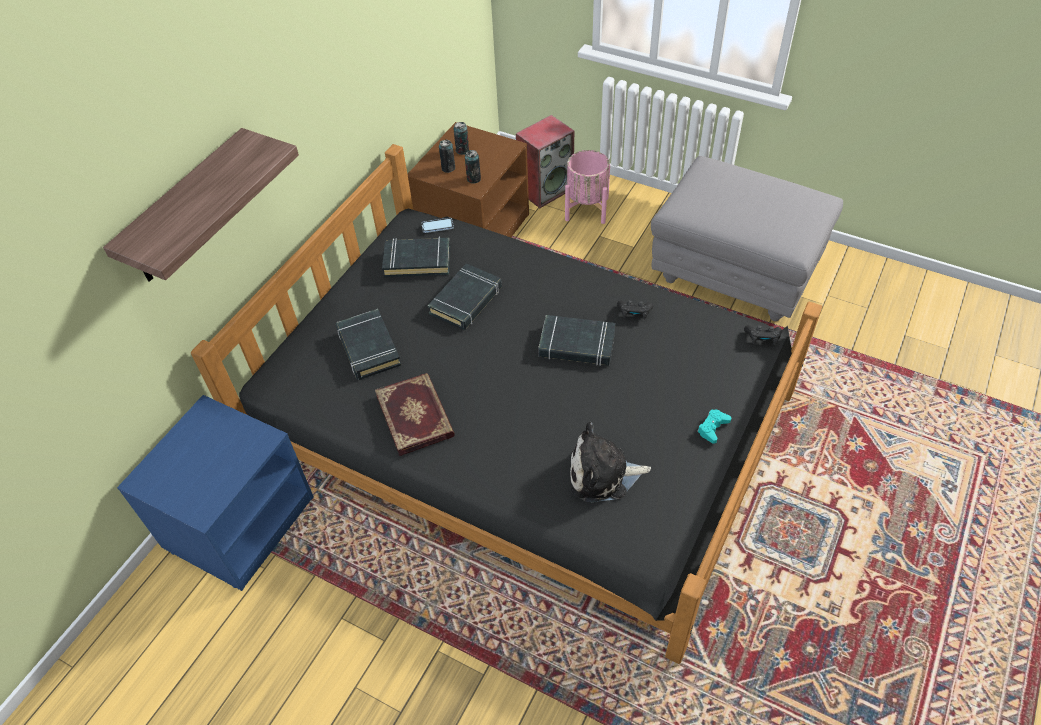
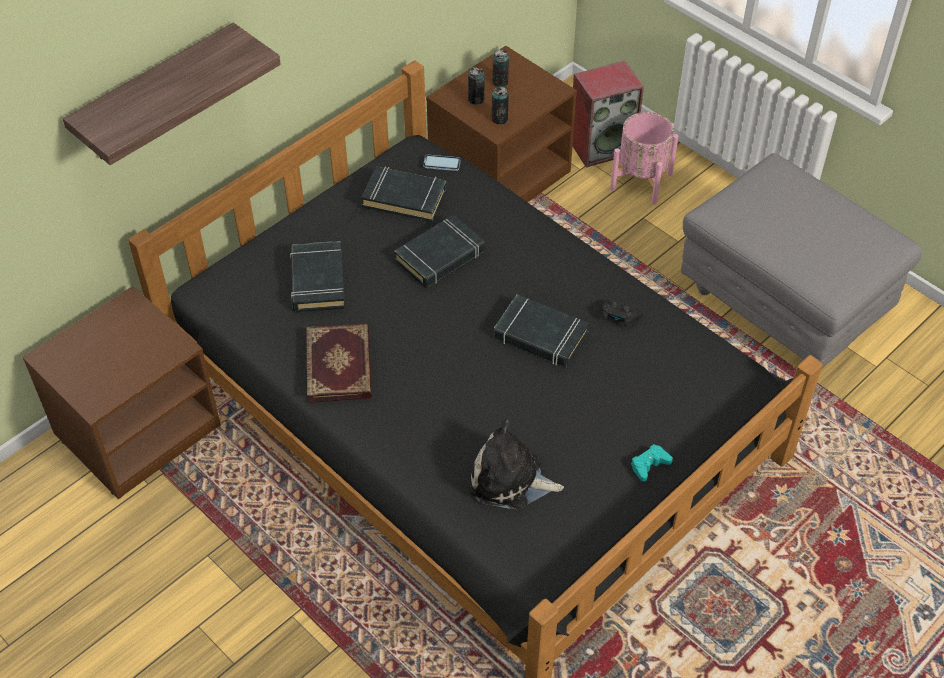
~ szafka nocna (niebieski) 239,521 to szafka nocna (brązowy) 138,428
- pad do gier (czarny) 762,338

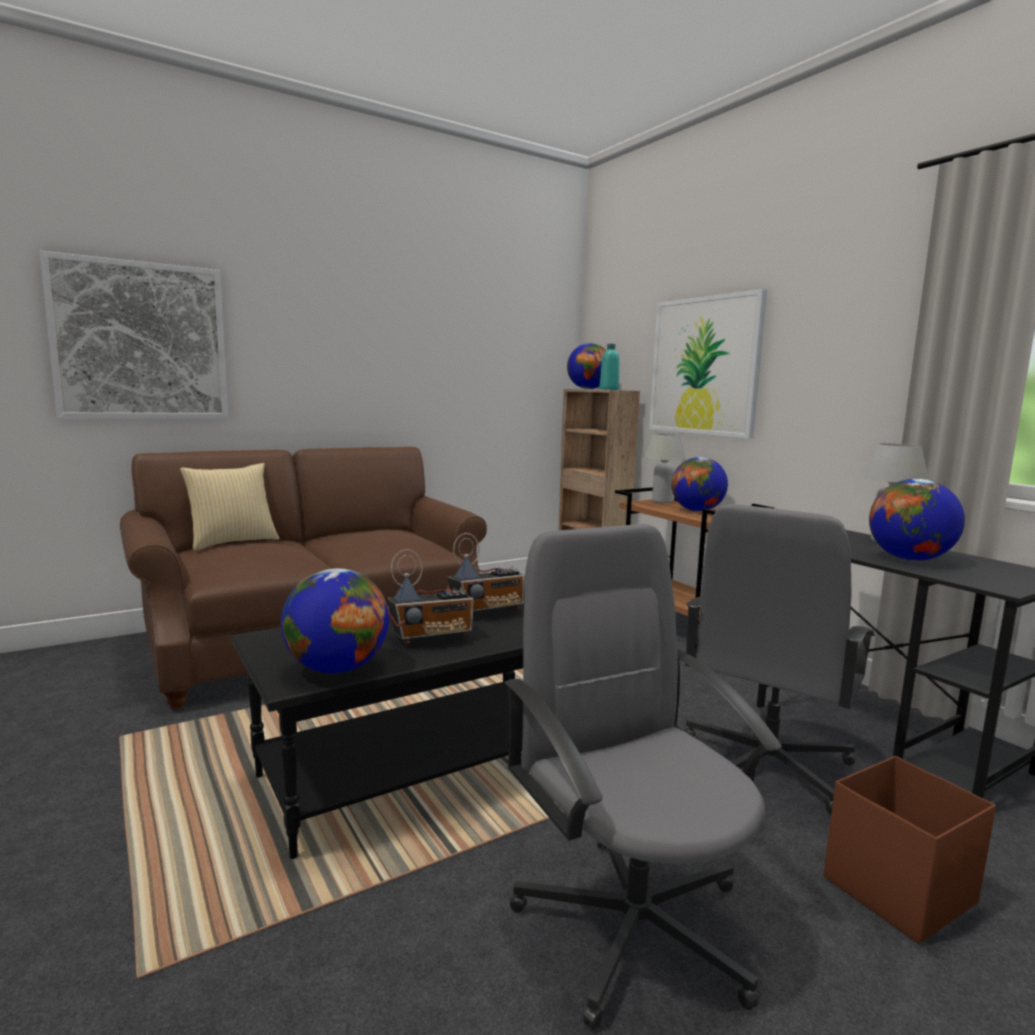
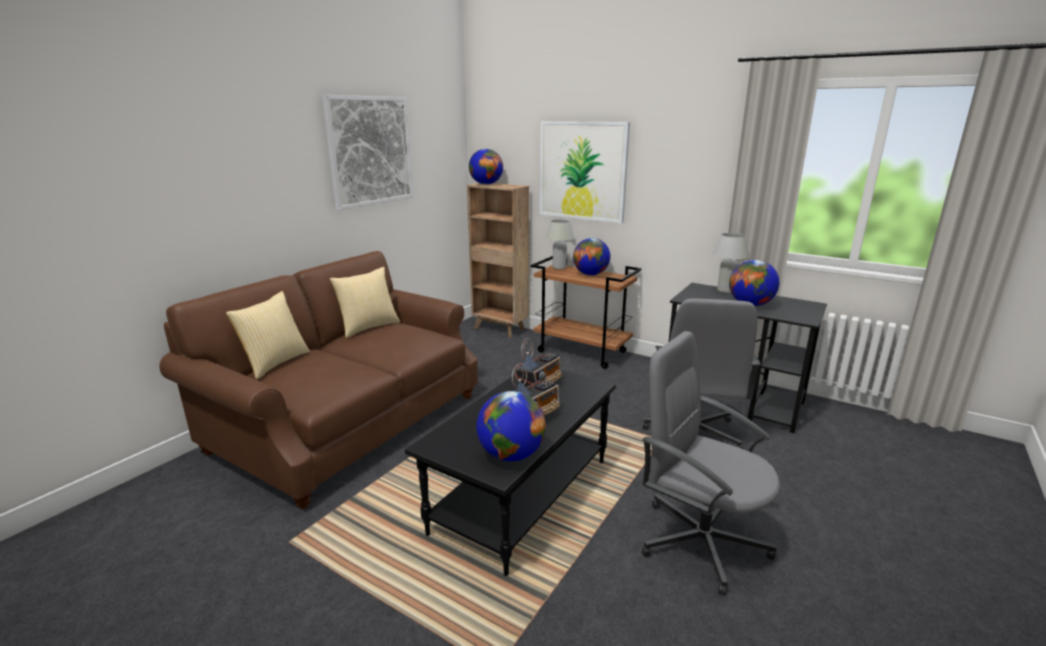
~ obraz 141,341 to 370,151
- butelka (turkusowy) 609,389
- pojemnik do przechowywania (brązowy) 896,891
+ poduszka 368,327

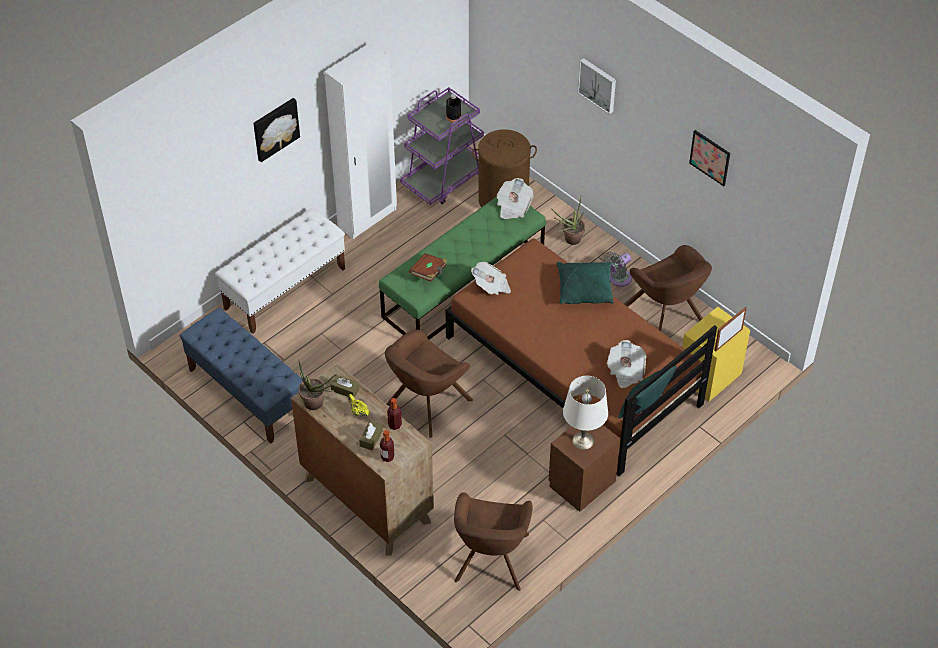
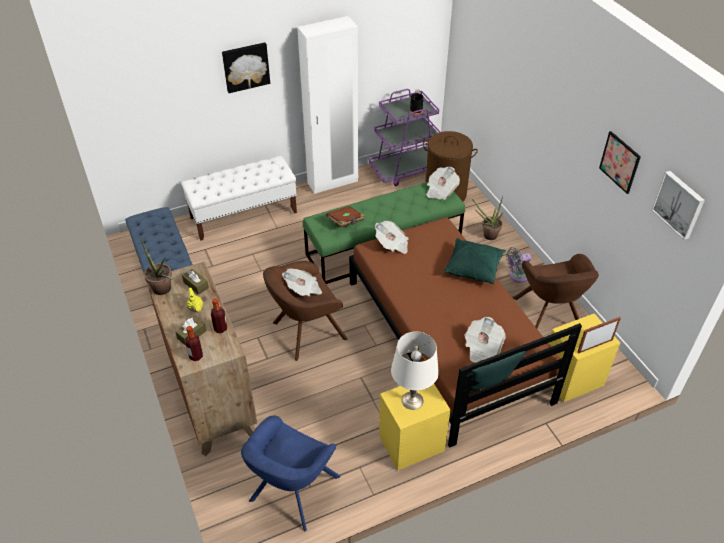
~ fotel (brązowy) 491,561 to fotel (niebieski) 292,492
~ szafka nocna (brązowy) 582,483 to szafka nocna (żółty) 411,443
~ obraz 598,85 to 679,204
+ gazeta 303,289

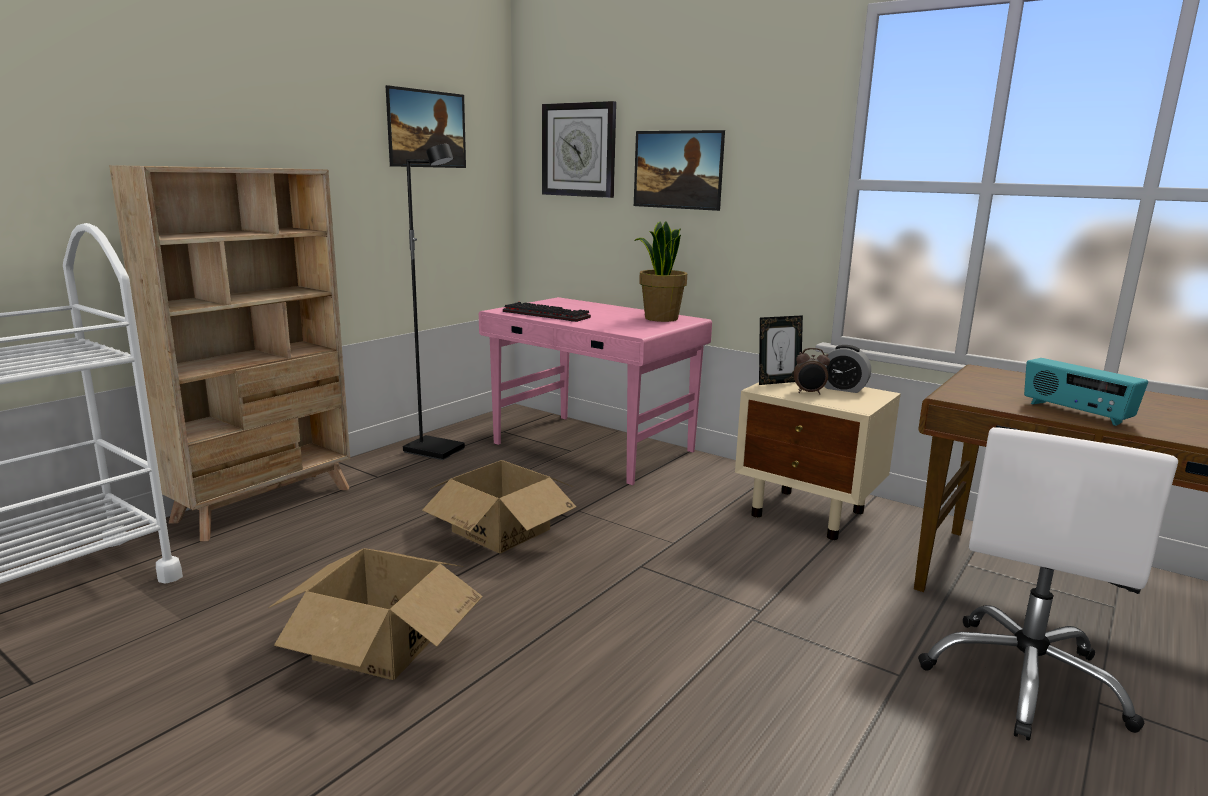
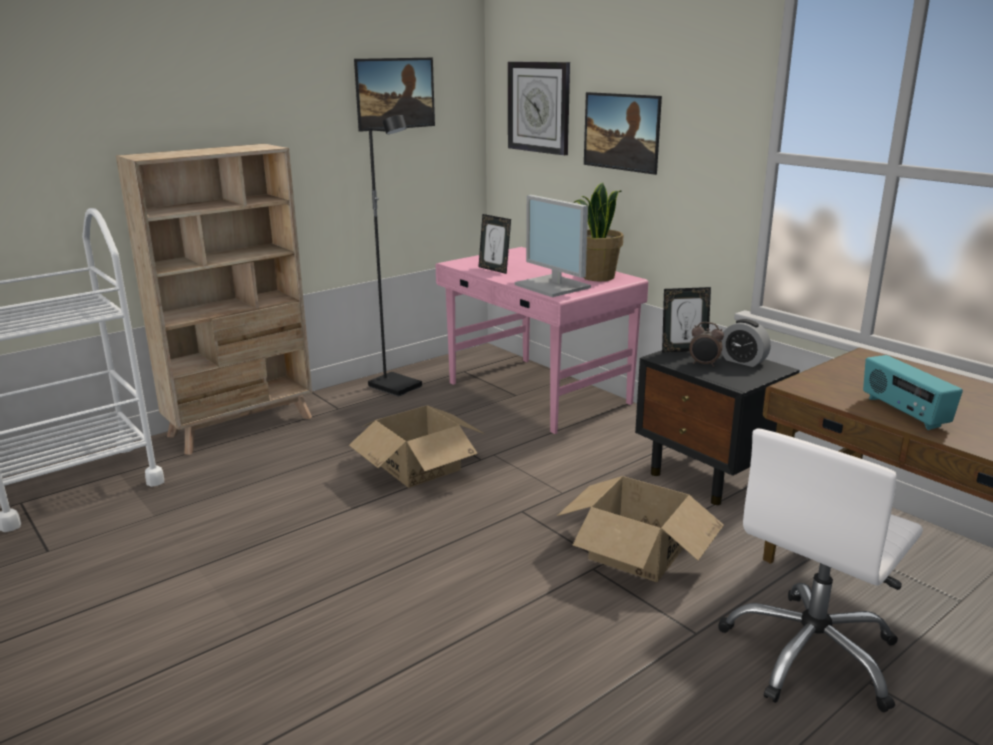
~ karton 380,642 to 637,551
~ klawiatura 548,315 to ramka na zdjęcie 494,269
~ szafka nocna (beżowy) 809,514 to szafka nocna (czarny) 708,477
+ monitor 554,286

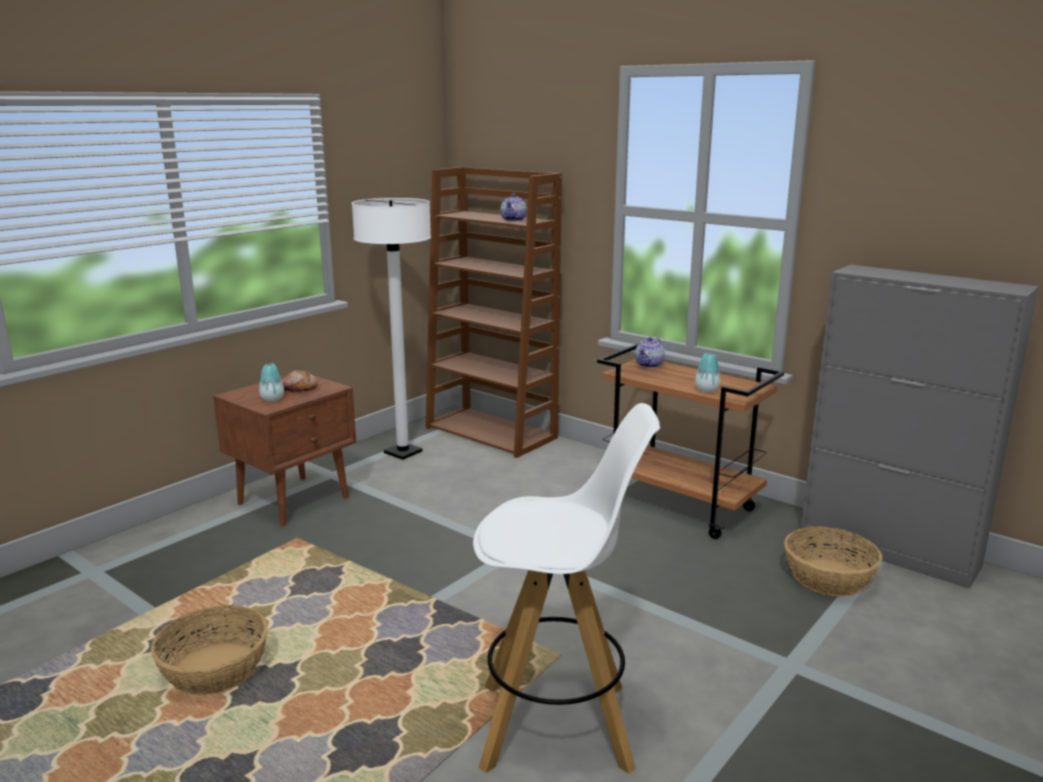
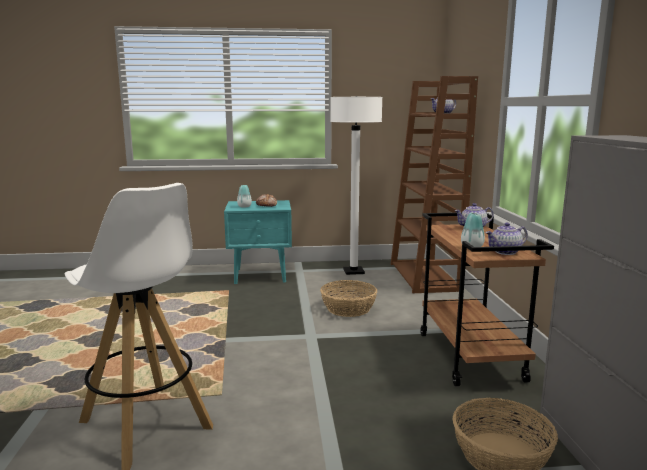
~ koszyk 215,669 to 349,308
~ szafka nocna (brązowy) 295,500 to szafka nocna (turkusowy) 261,275
+ imbryk 505,252

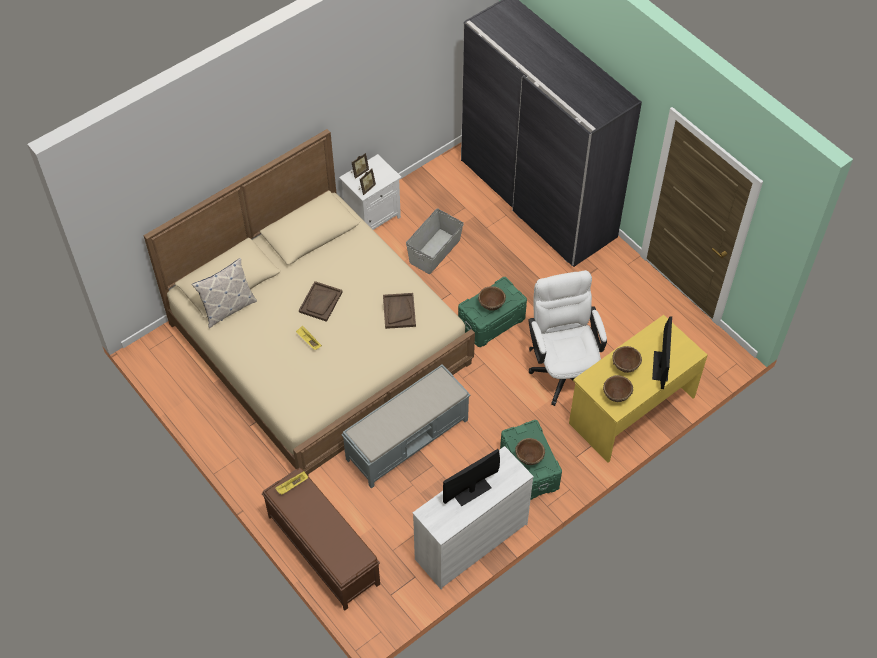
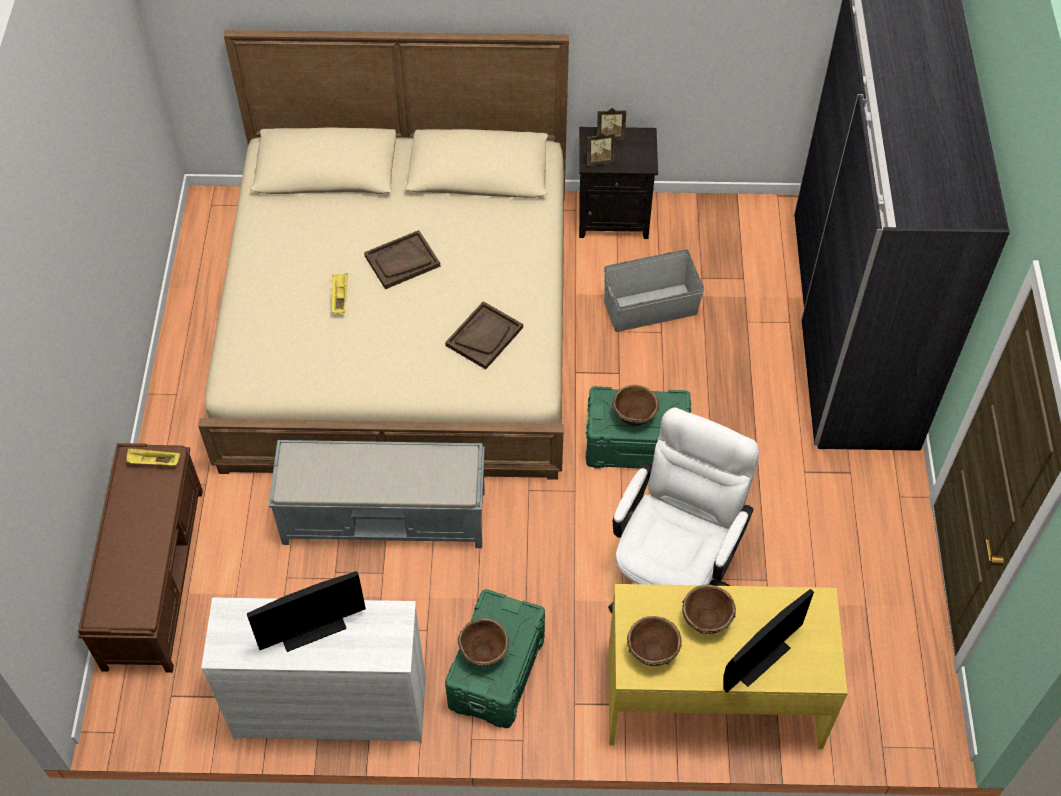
- poduszka 228,308
~ szafka nocna (biały) 373,216 to szafka nocna (czarny) 614,216
~ monitor 471,491 = 312,628 150 degrees clockwise

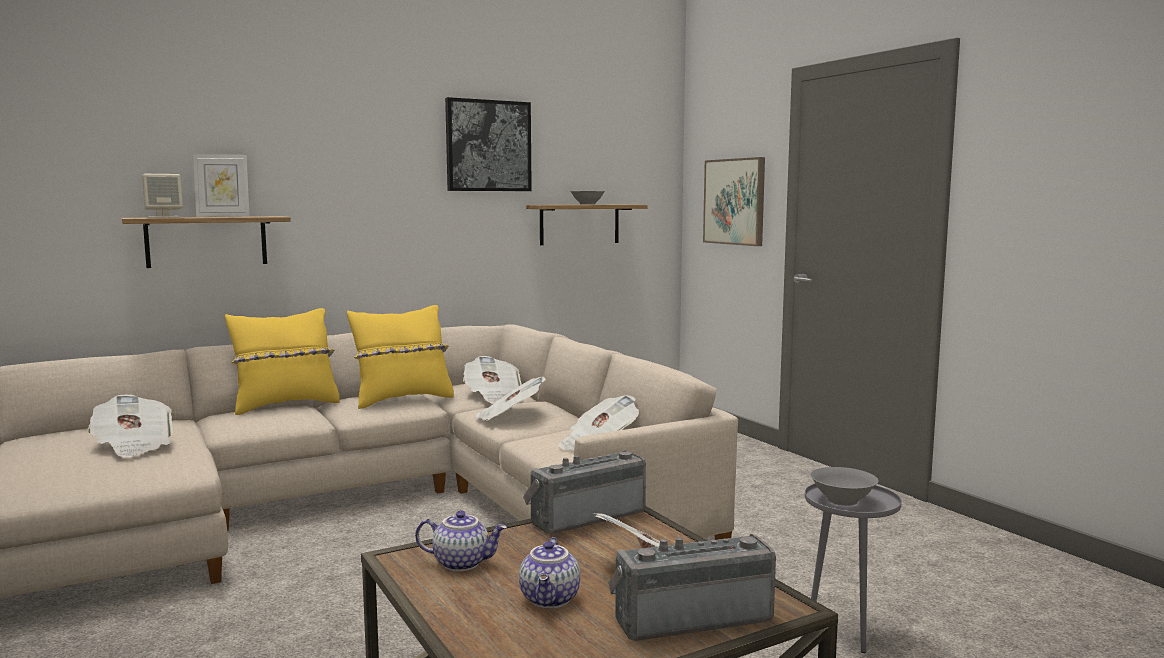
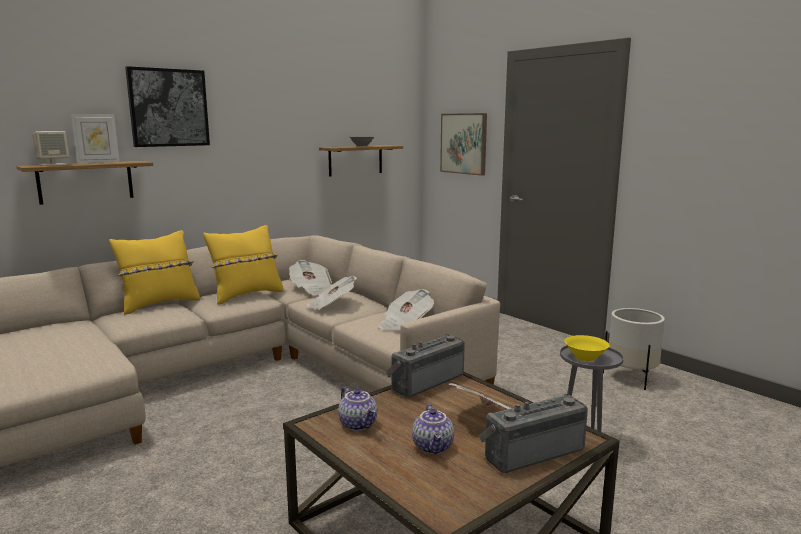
- gazeta 133,446
~ imbryk 462,563 = 359,424 60 degrees clockwise
~ obraz 488,146 to 168,108
~ miska (szary) 841,500 to miska (żółty) 585,357
+ donica (biały) 631,378

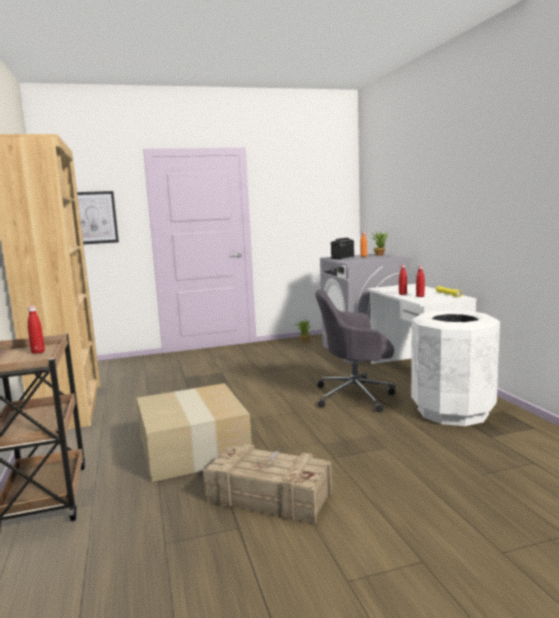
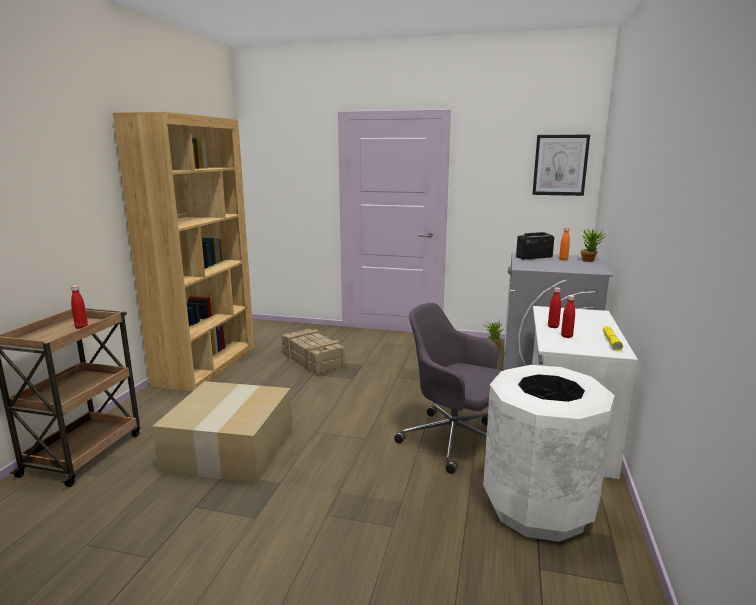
~ obraz 93,217 to 560,165
~ skrzynka 268,496 to 313,360

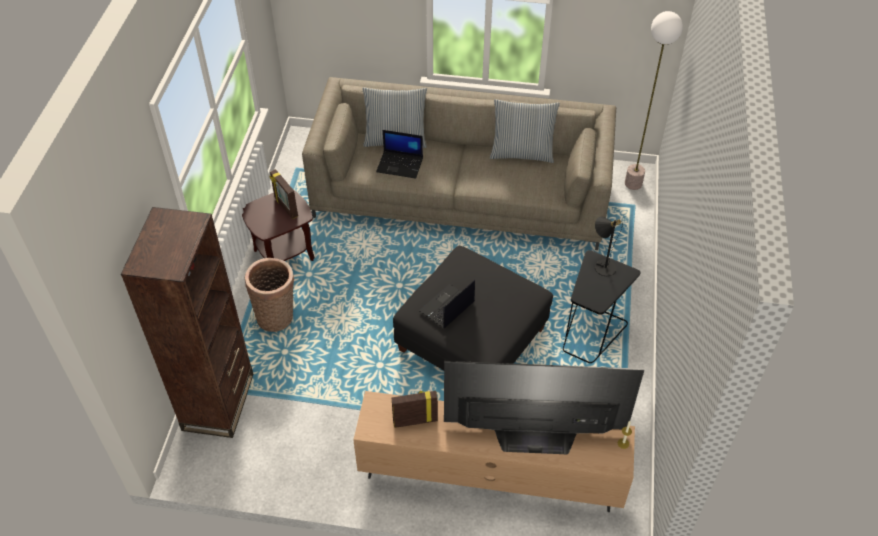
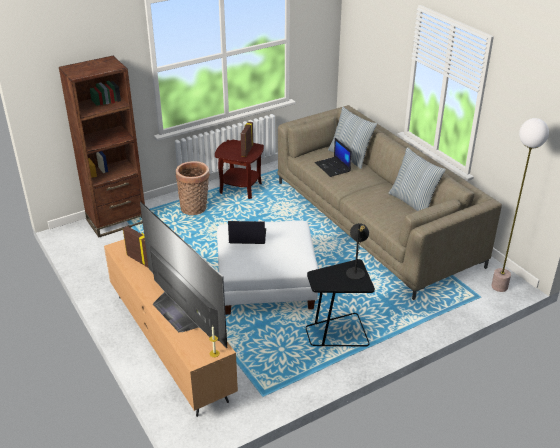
~ pufa (czarny) 472,340 to pufa (biały) 266,285

